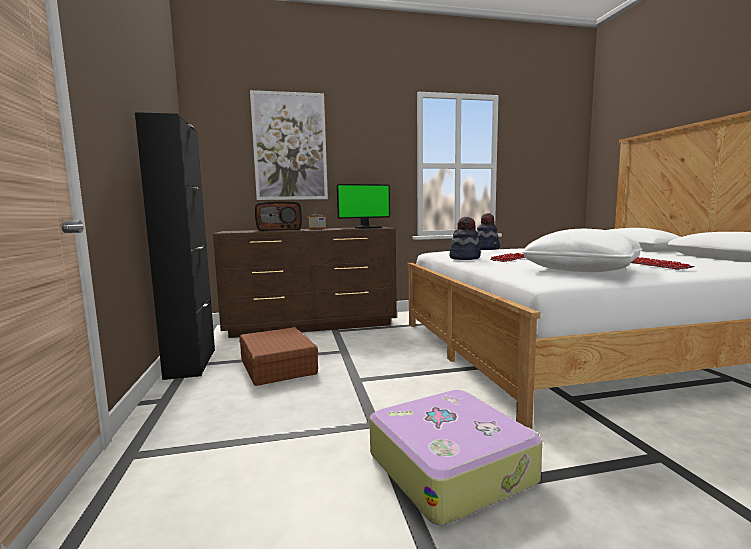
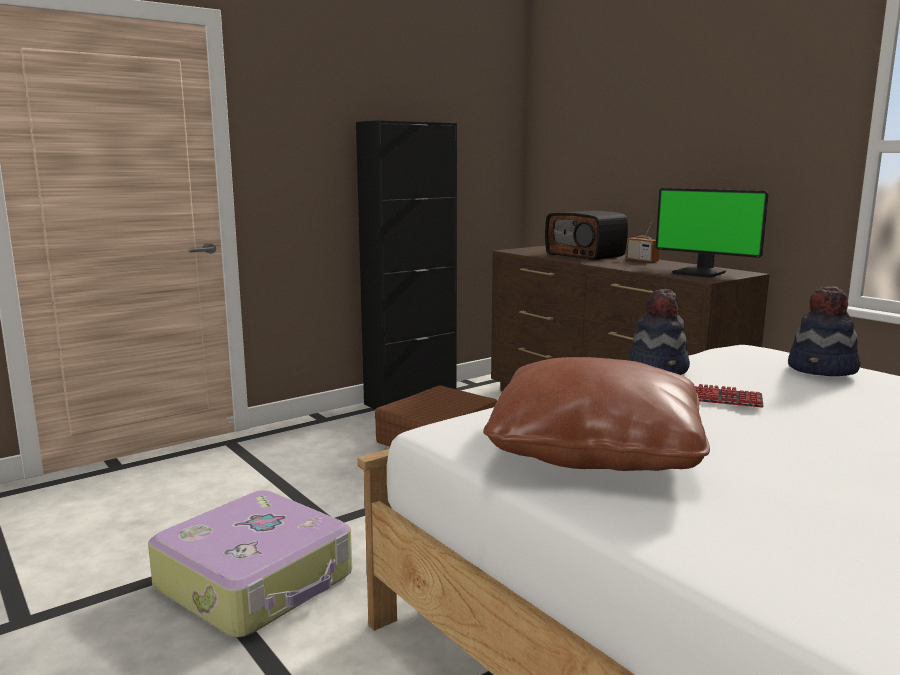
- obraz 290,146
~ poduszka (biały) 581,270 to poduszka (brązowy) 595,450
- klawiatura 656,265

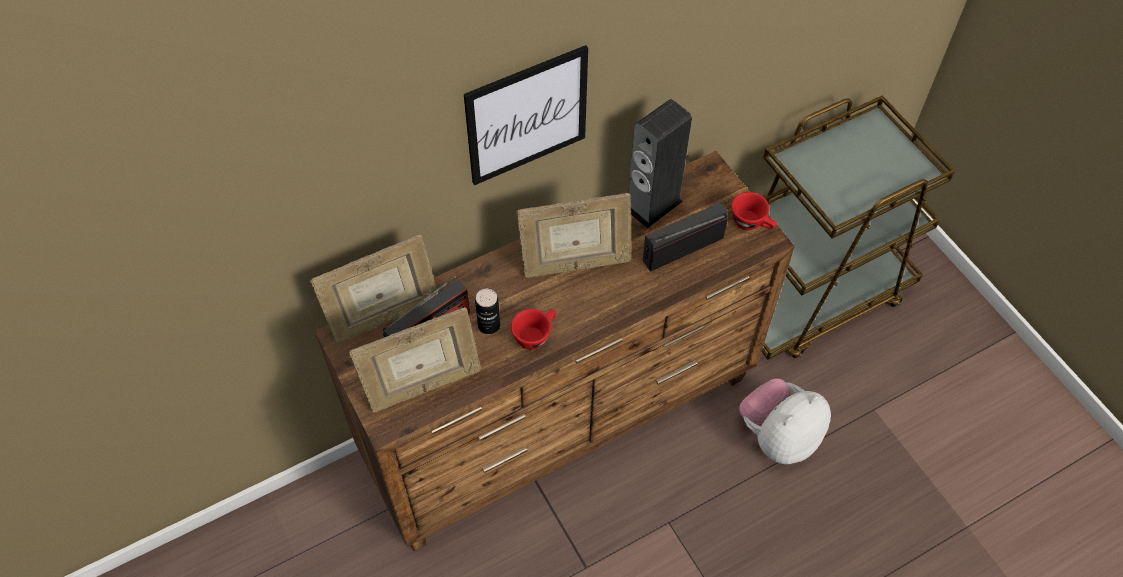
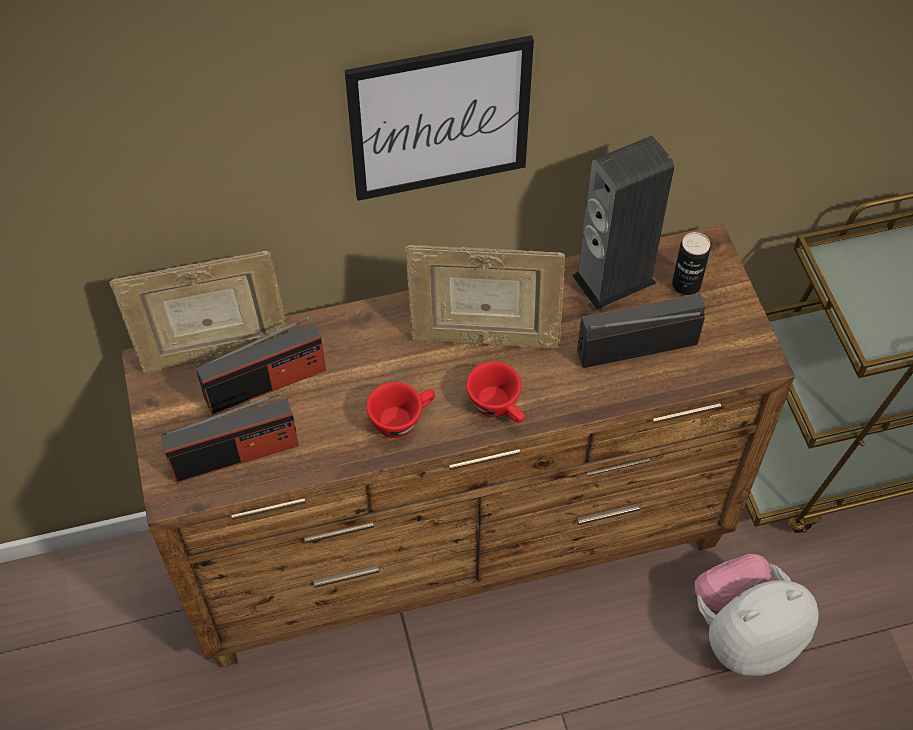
~ ramka na zdjęcie 423,387 to radio 235,454
~ puszka 489,325 to 686,284
~ filiżanka (czerwony) 752,223 to 499,407

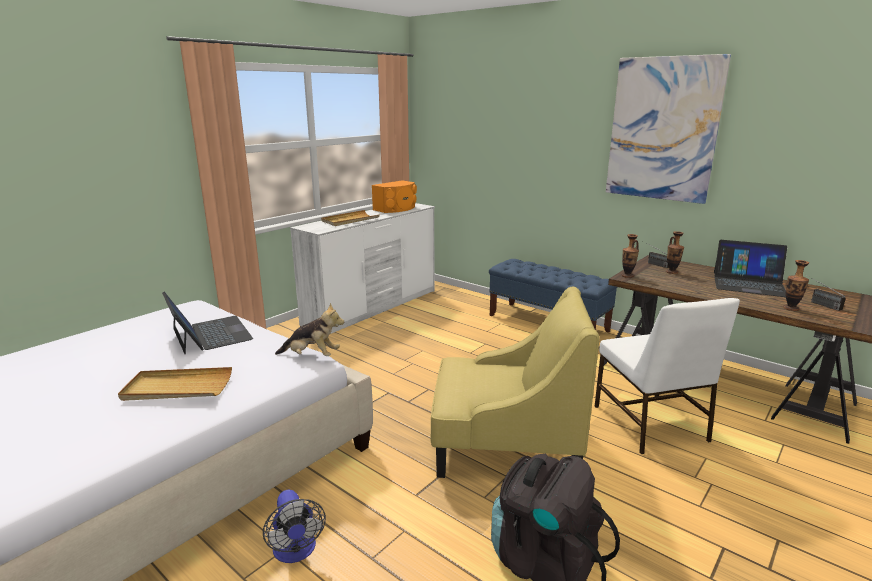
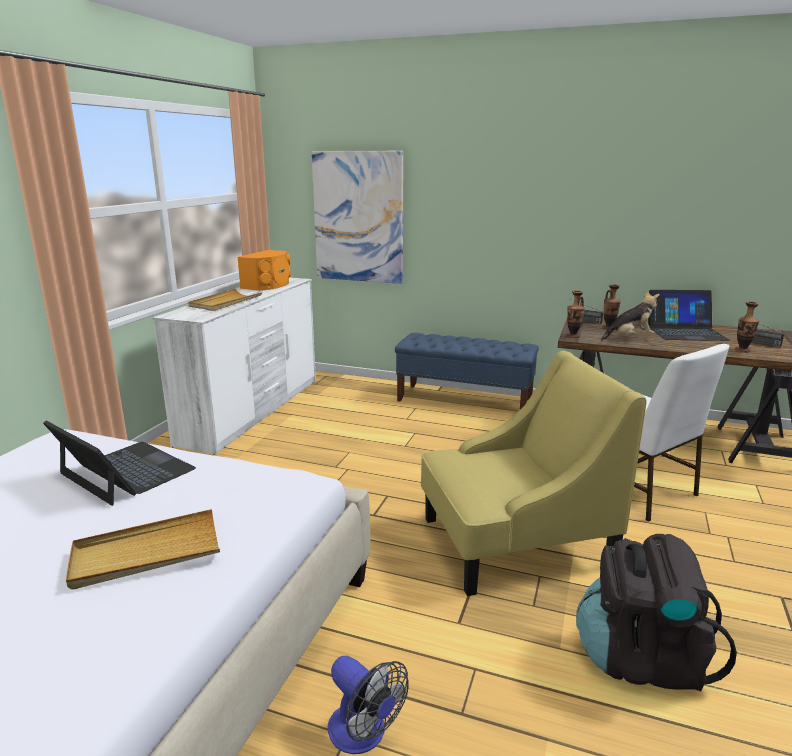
~ pluszak 312,356 to 629,338
~ obraz 663,129 to 358,217

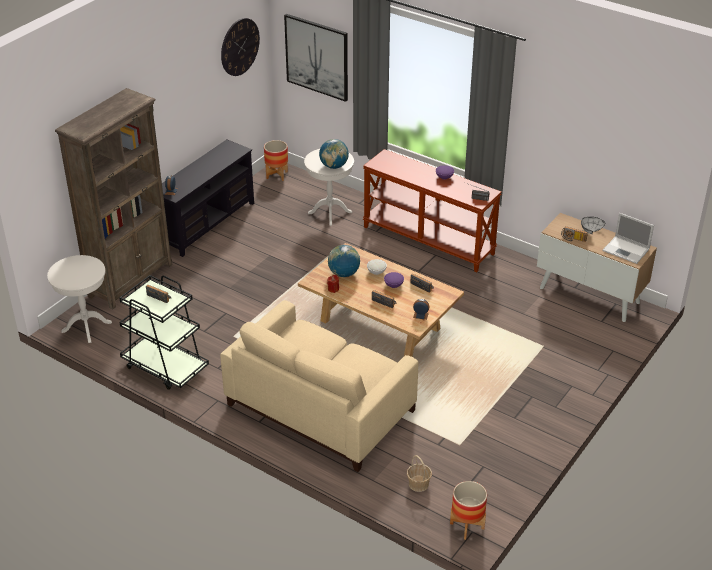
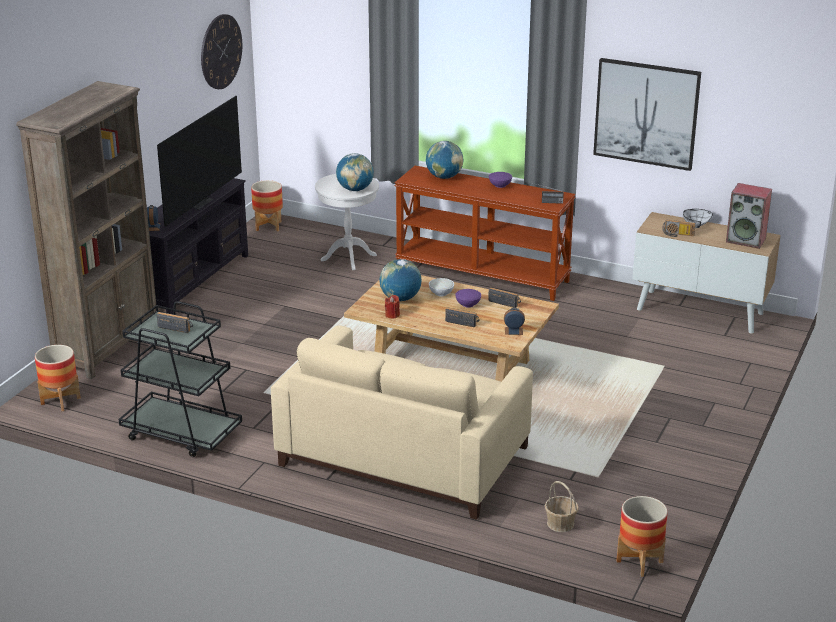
~ stolik (biały) 86,327 to donica 61,401
~ obraz 317,57 to 646,113
~ laptop 626,250 to głośnik 746,240
+ telewizor 198,202
+ globus 444,177

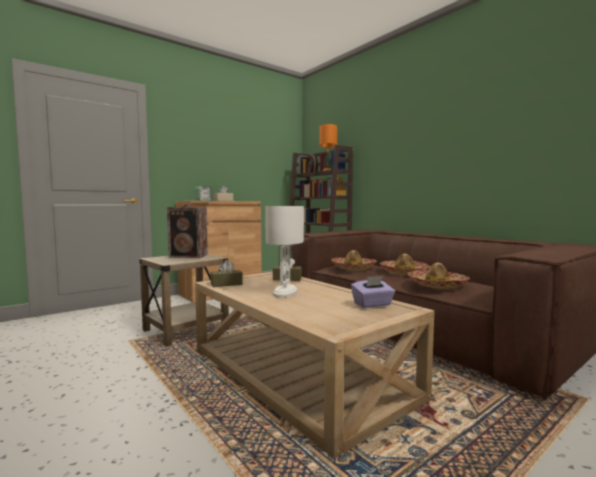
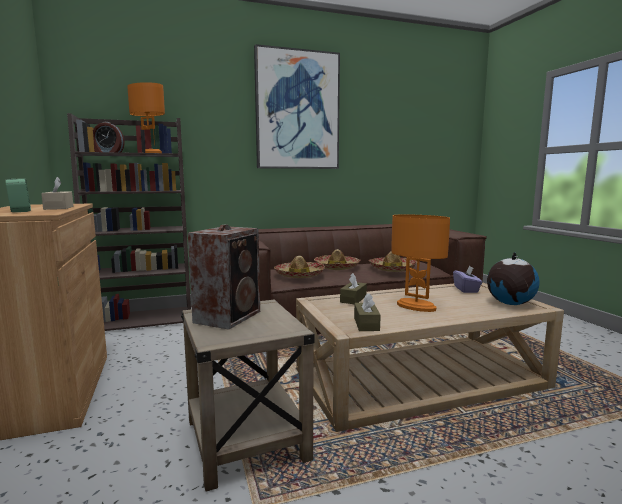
~ lampa stołowa (biały) 285,293 to lampa stołowa (pomarańczowy) 416,307
+ obraz 297,111
+ globus 509,304

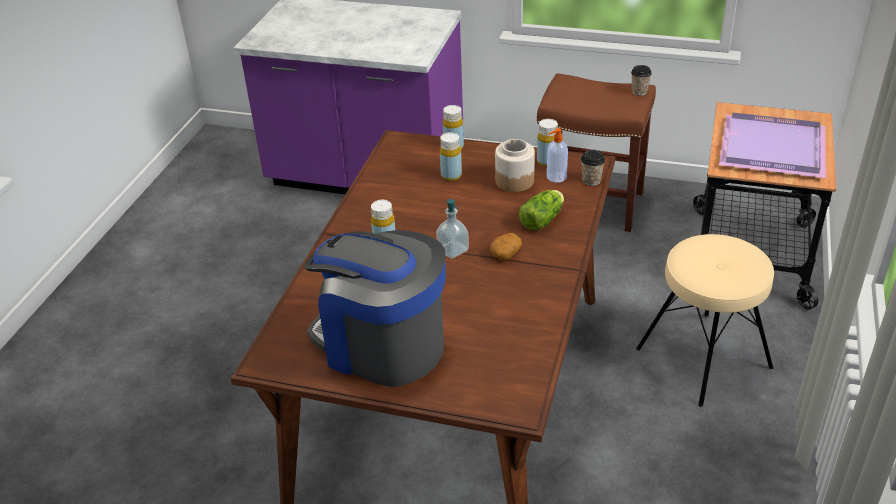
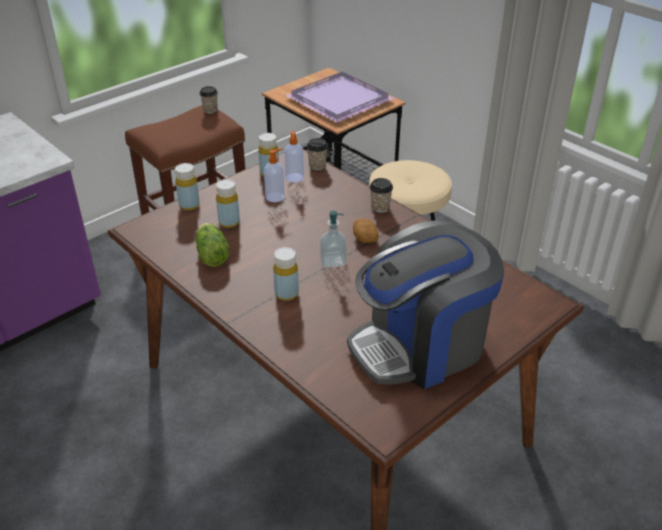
~ słoik 514,181 to dozownik mydła 275,197
~ sałata 543,219 to 212,253
+ filiżanka 380,208

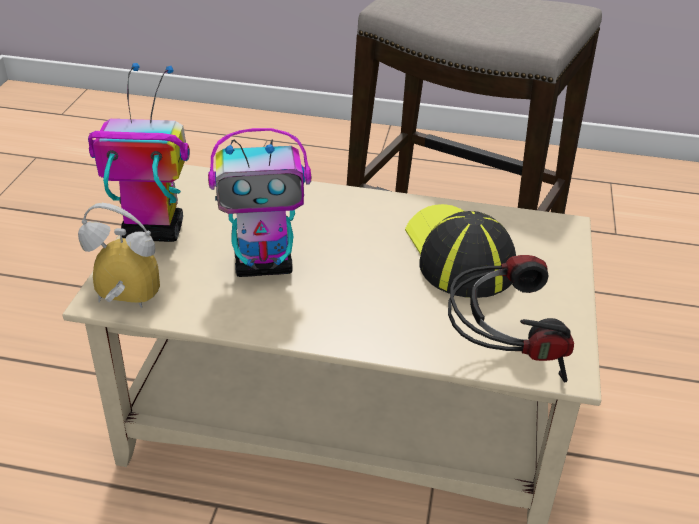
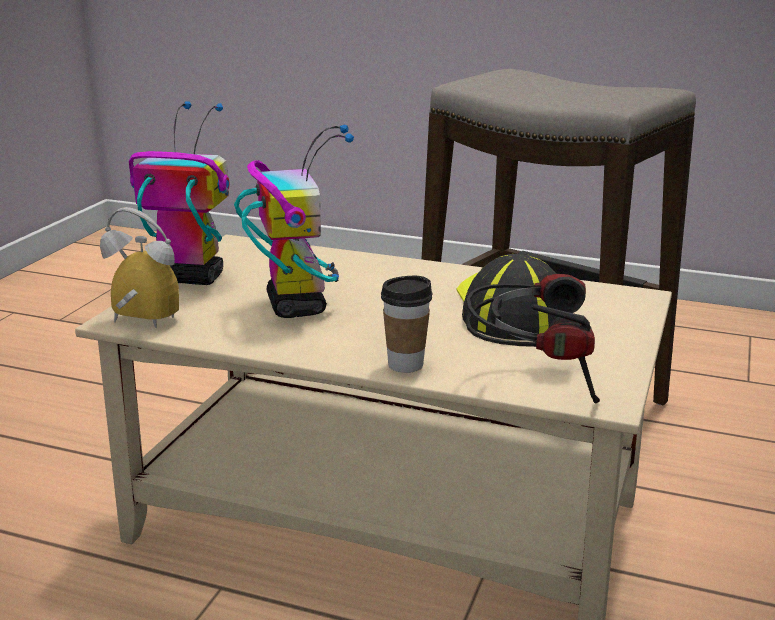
~ robot zabawkowy 264,264 = 295,306 105 degrees counterclockwise
+ filiżanka 405,365

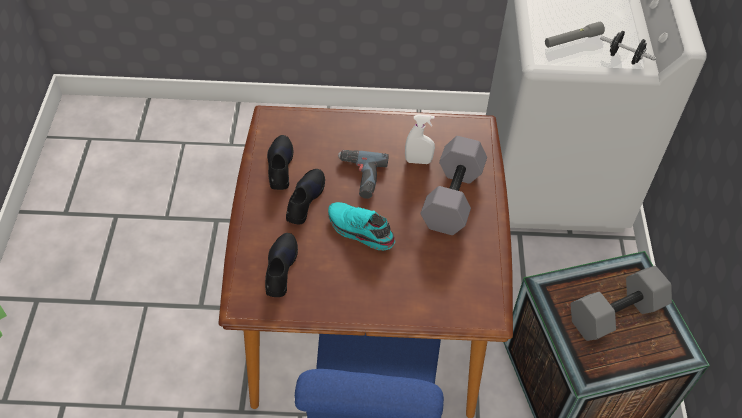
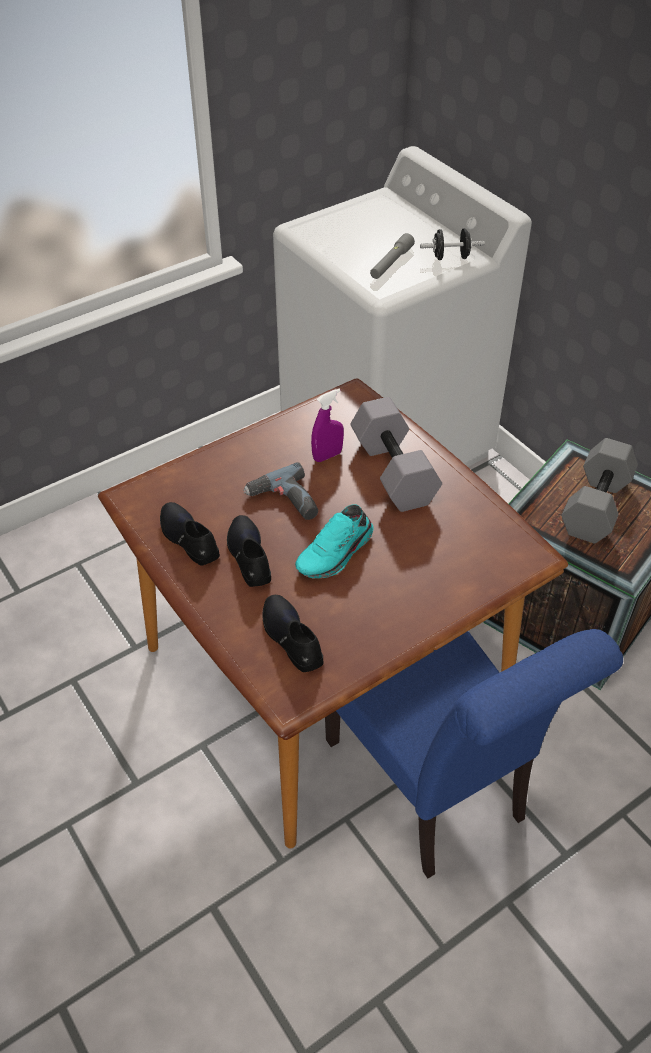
~ but (turkusowy) 359,231 = 336,553 45 degrees counterclockwise
~ spryskiwacz (biały) 418,161 to spryskiwacz (fioletowy) 327,456

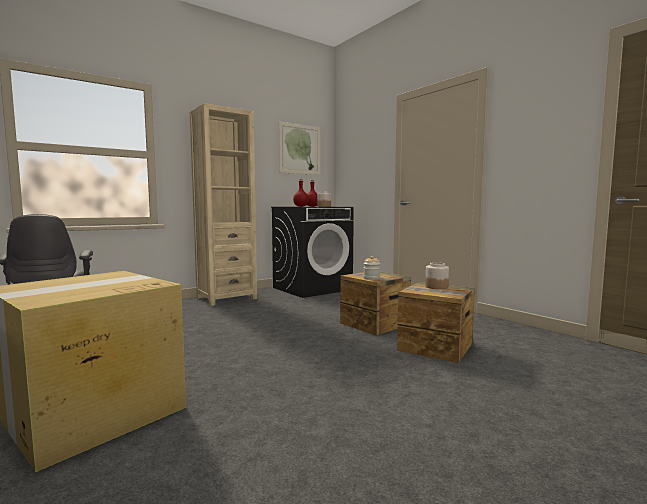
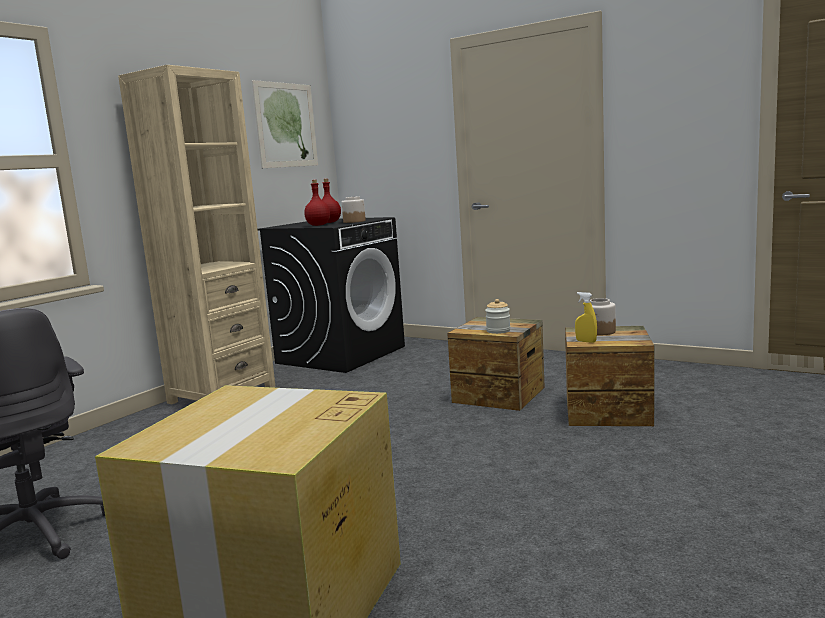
+ spryskiwacz (żółty) 586,341

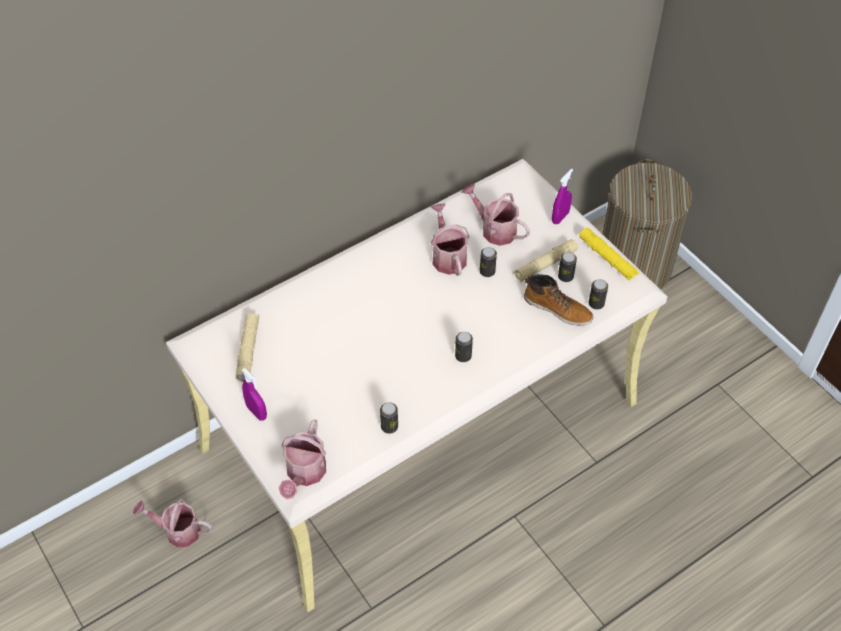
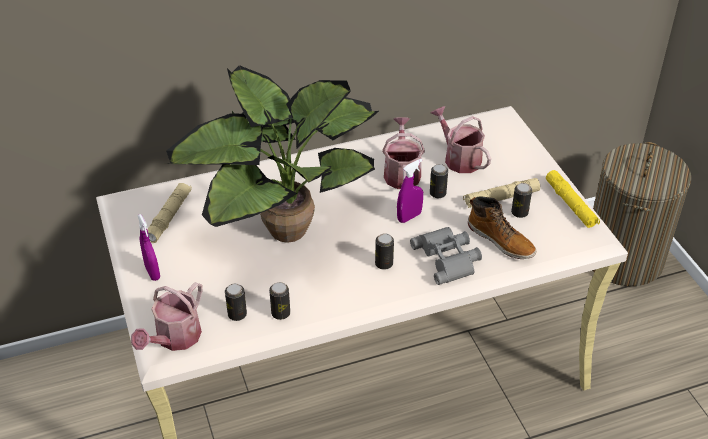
- konewka 178,530
~ spryskiwacz (fioletowy) 560,217 to 409,217
~ puszka 596,304 to 237,314
+ roślina doniczkowa 282,226
+ lornetka (szary) 448,258

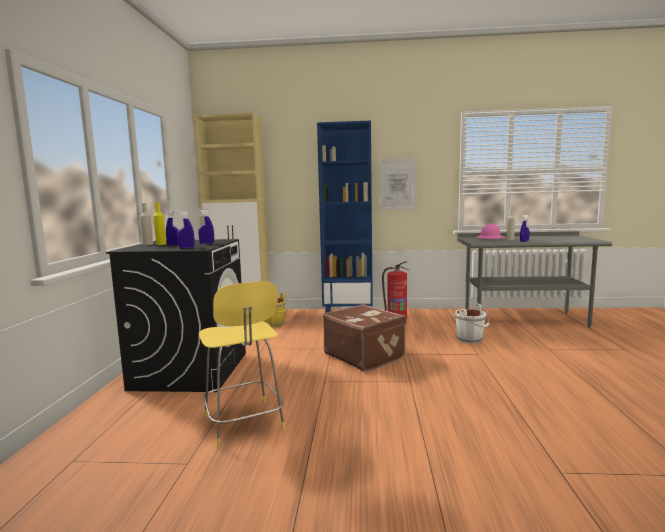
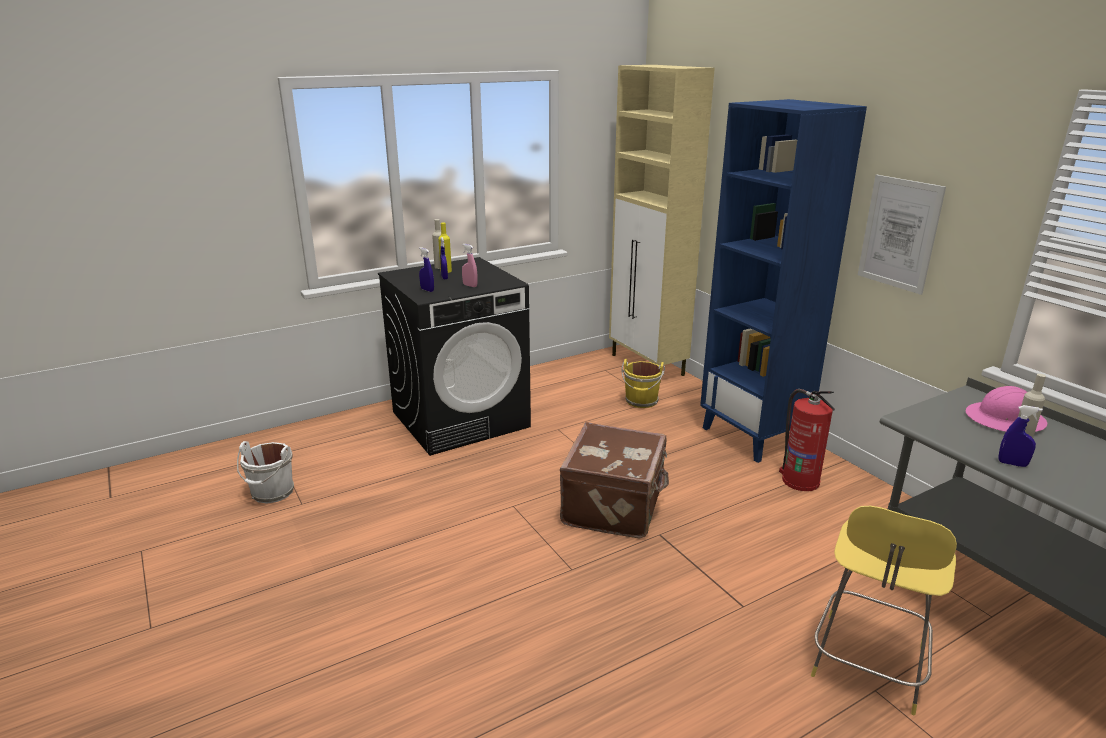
~ spryskiwacz (niebieski) 207,243 to spryskiwacz (różowy) 470,285
~ stołek (żółty) 244,425 to 867,665
~ wiadro (biały) 470,339 to 272,493

